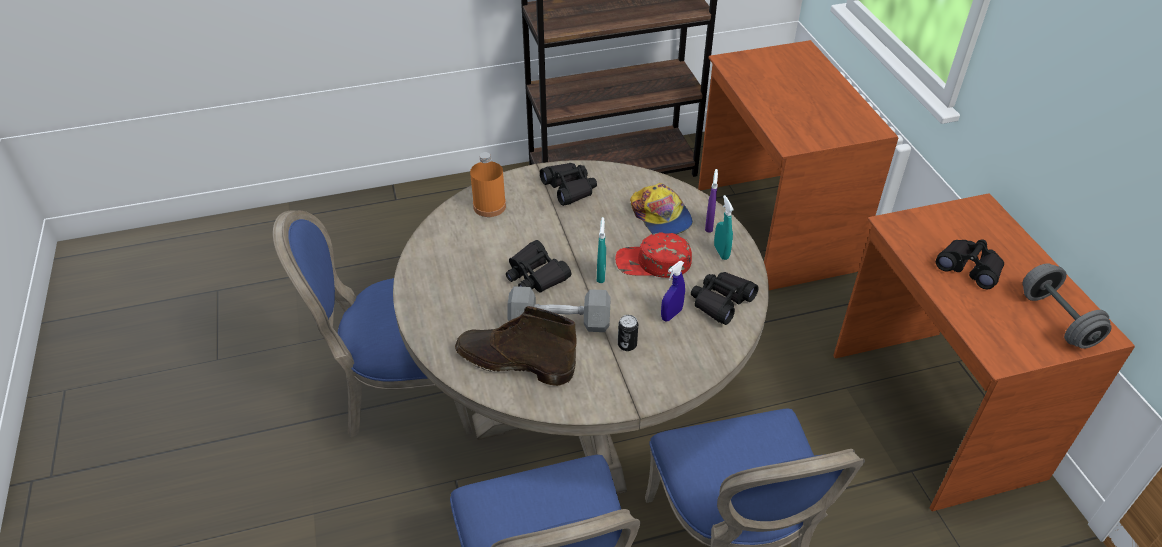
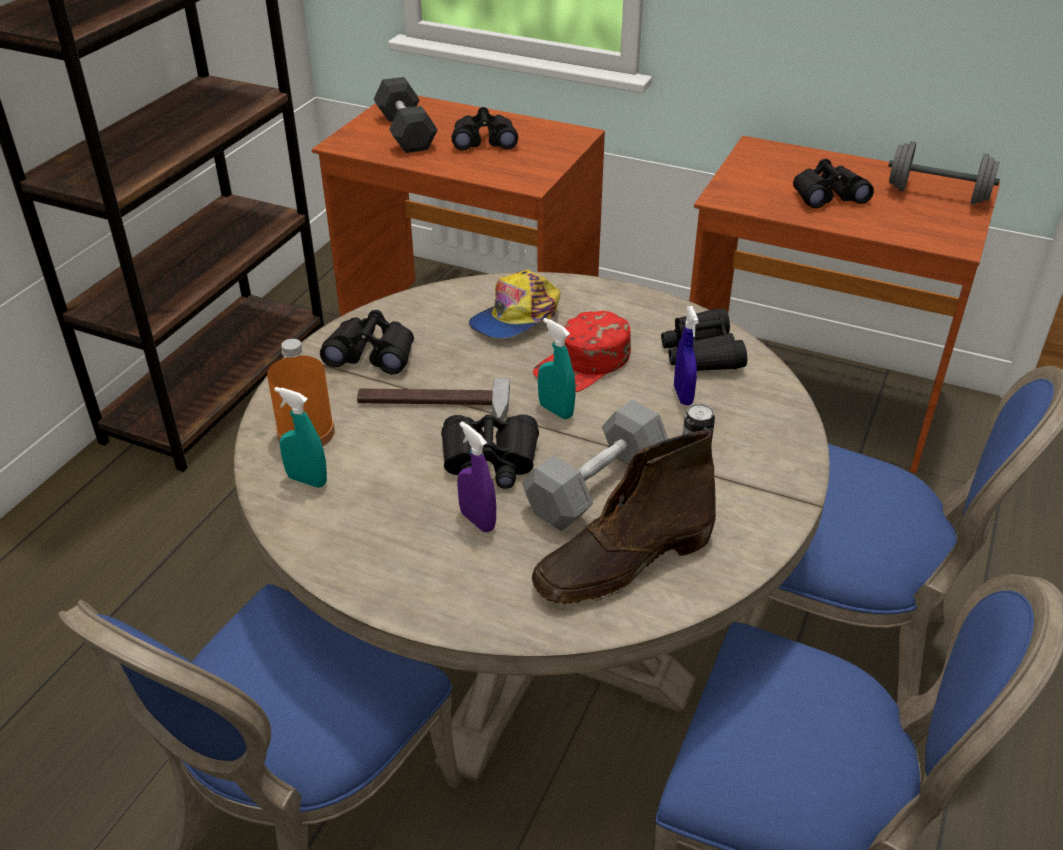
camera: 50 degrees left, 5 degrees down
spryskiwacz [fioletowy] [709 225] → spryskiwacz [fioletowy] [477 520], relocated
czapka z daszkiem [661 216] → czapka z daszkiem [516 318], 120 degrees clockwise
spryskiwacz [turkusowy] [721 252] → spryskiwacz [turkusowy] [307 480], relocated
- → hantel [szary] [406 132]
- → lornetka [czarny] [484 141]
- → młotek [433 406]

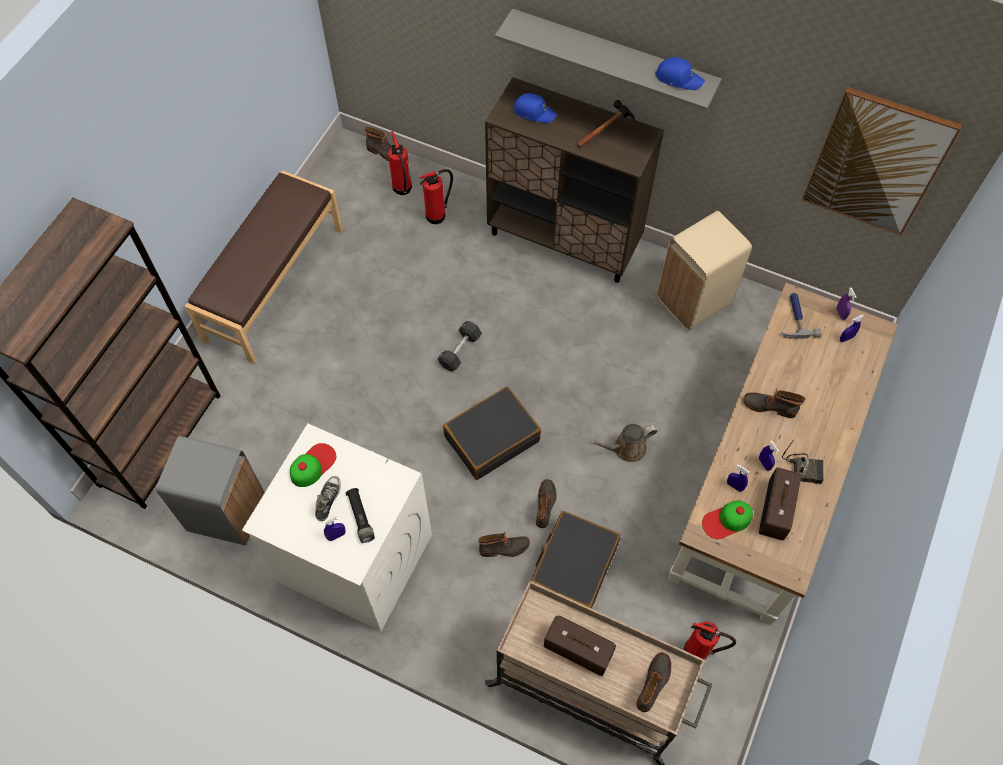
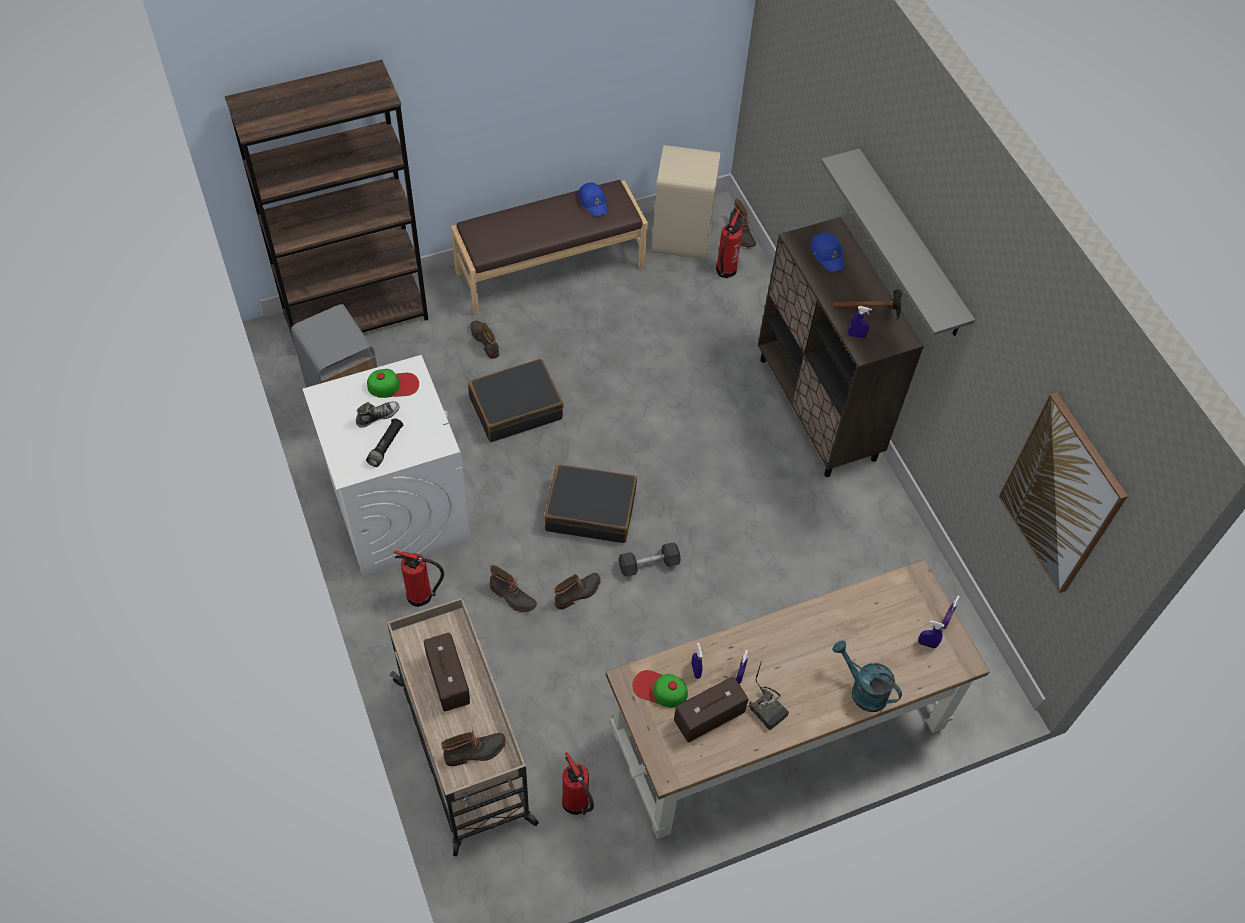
camera: 40 degrees right, 5 degrees down
czapka z daszkiem [niebieski] [678 78] → czapka z daszkiem [niebieski] [593 202], relocated
gaśnica [437 215] → gaśnica [422 596], relocated
kosz na śmieci [beżowy] [692 300] → kosz na śmieci [beżowy] [681 238], relocated
młotek [795 318] → -
hantel [czarny] [460 351] → hantel [czarny] [649 564], relocated
but z cholewką [769 406] → but z cholewką [485 341], relocated
konewka [brązowy] [626 449] → -
walizka [czarny] [573 567] → walizka [czarny] [516 408], relocated
spryskiwacz [niebieski] [336 535] → spryskiwacz [niebieski] [856 335], relocated
- → konewka [turkusowy] [863 690]

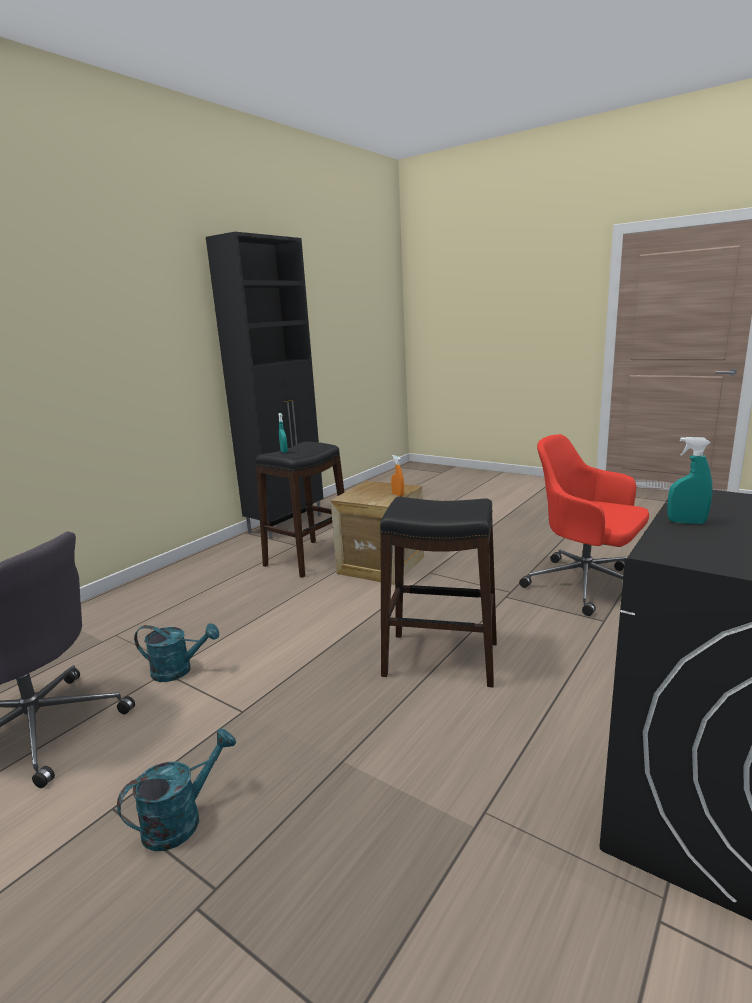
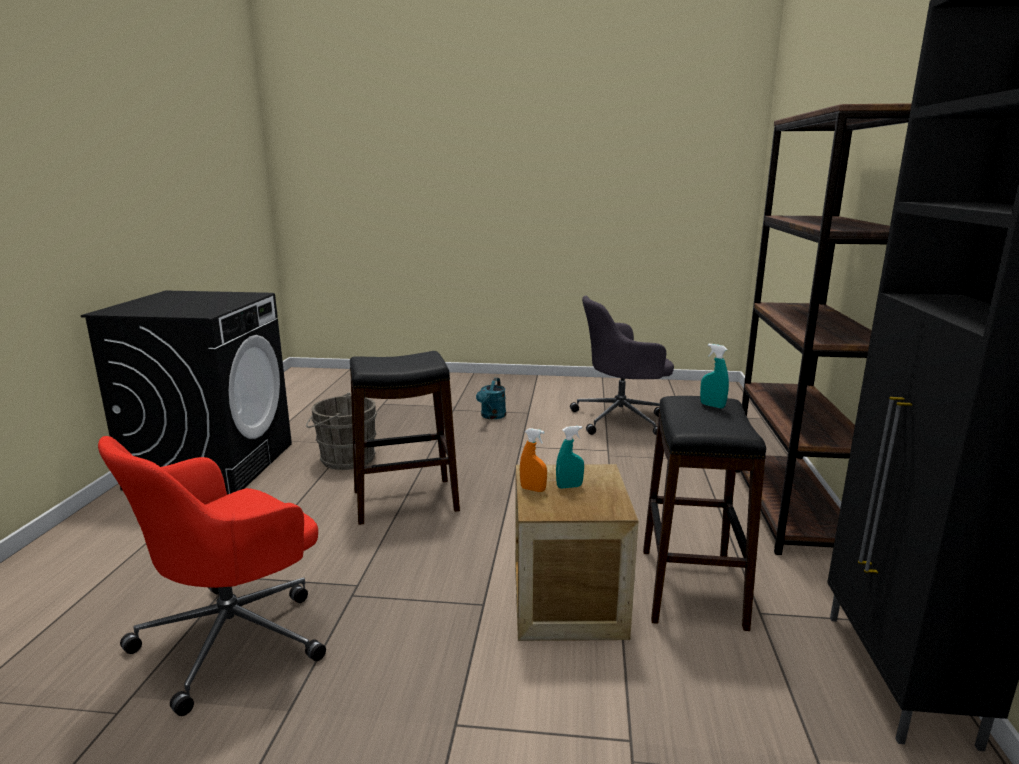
camera: 150 degrees right, 0 degrees up
krzesło biurowe [czerwony] [585 585] → krzesło biurowe [czerwony] [236 637], 120 degrees clockwise
spryskiwacz [turkusowy] [686 522] → spryskiwacz [turkusowy] [569 486], relocated
konewka [turkusowy] [179 670] → -
- → regał [brązowy] [788 509]
- → wiadro [szary] [344 459]

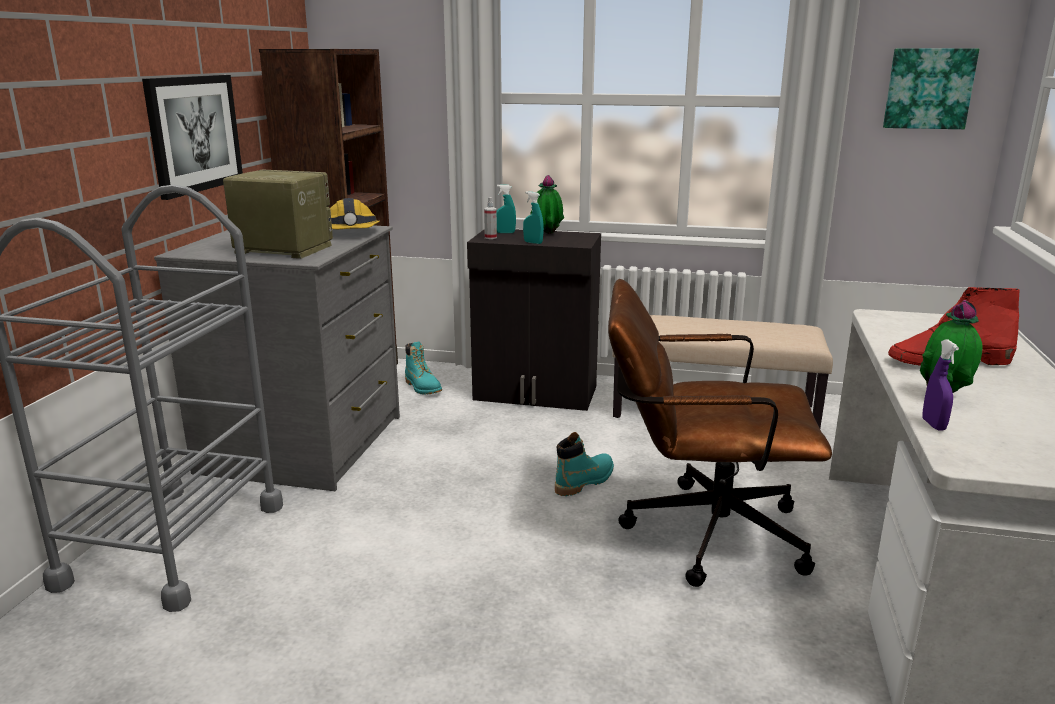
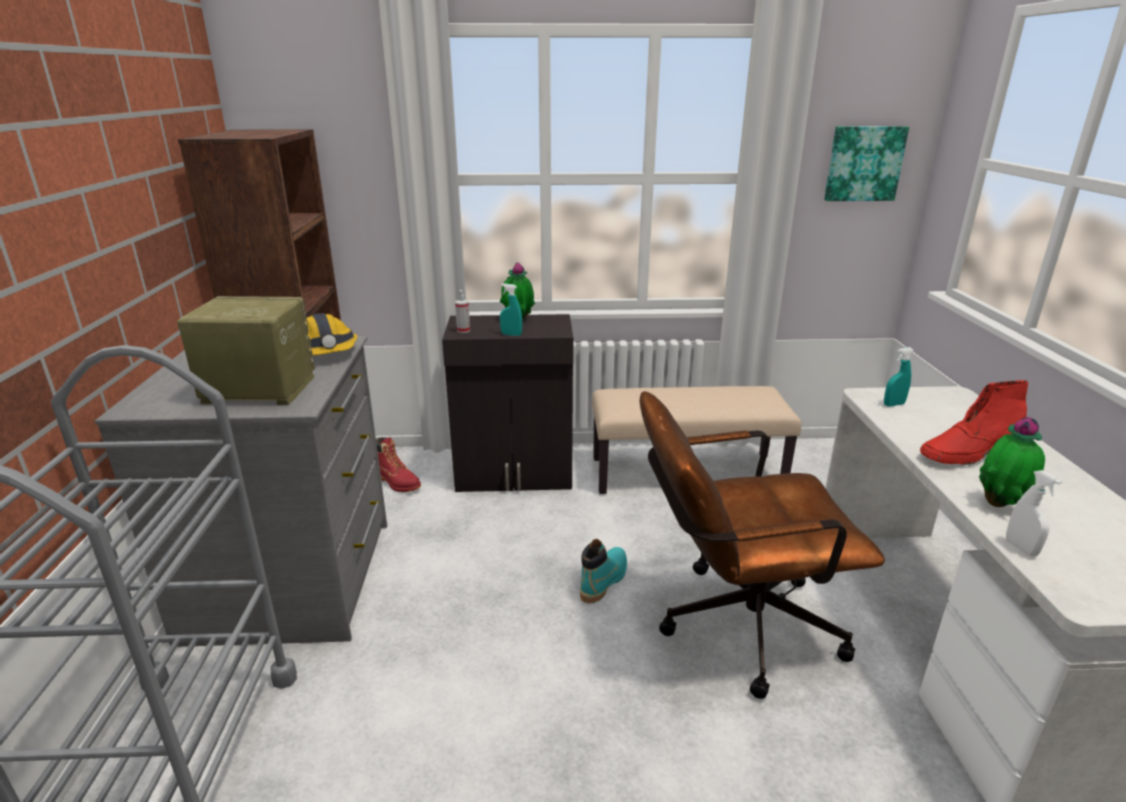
camera: 15 degrees left, 5 degrees up
obraz [194 134] → -
spryskiwacz [turkusowy] [505 232] → spryskiwacz [turkusowy] [893 404], relocated
spryskiwacz [fioletowy] [933 425] → spryskiwacz [biały] [1020 548]
but z cholewką [turkusowy] [423 387] → but z cholewką [czerwony] [398 482]

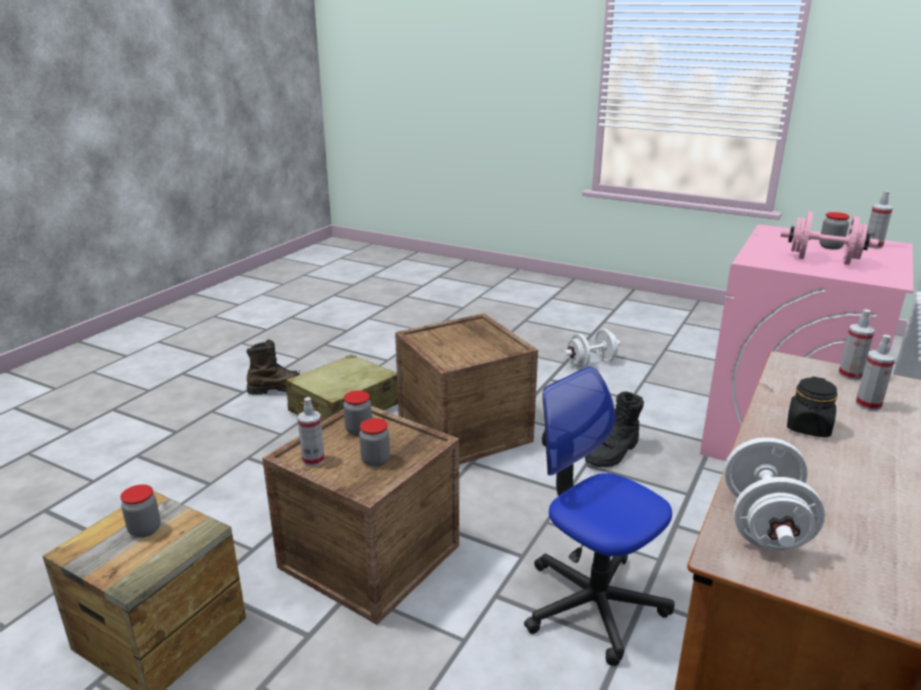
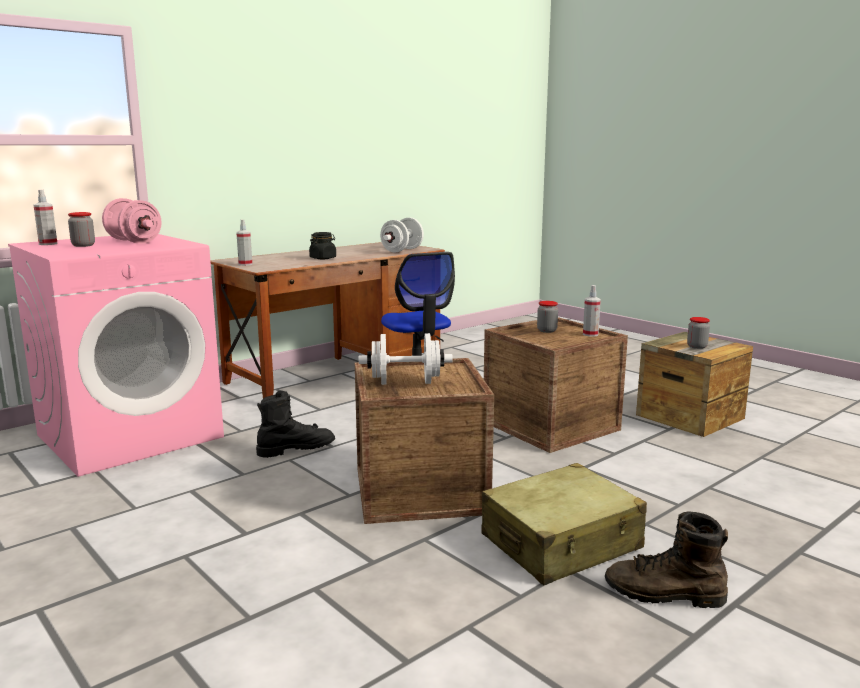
camera: 160 degrees left, 10 degrees down
hantel [biały] [591 362] → hantel [biały] [405 382], relocated
spryskiwacz [868 405] → -
słoik [359 430] → -

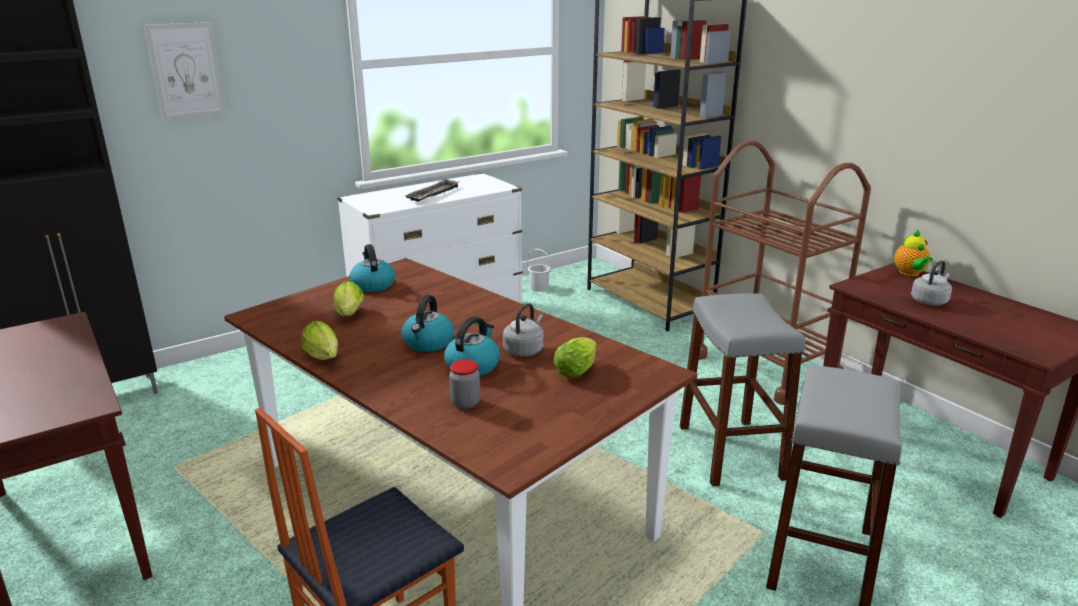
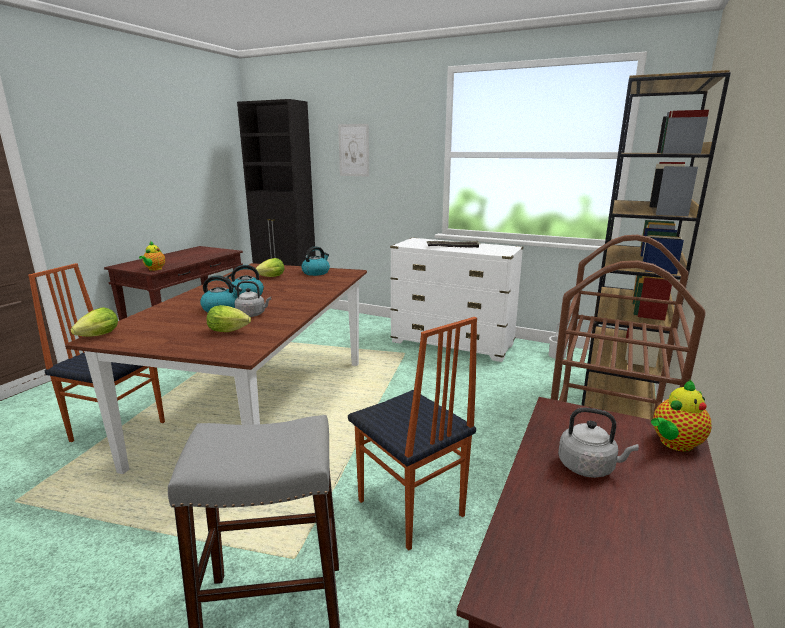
camera: 60 degrees right, 5 degrees down
stołek [szary] [731 452] → krzesło [409 509]
sałata [324 358] → sałata [96 337], relocated
słoik [465 403] → -
- → imbryk [154 269]

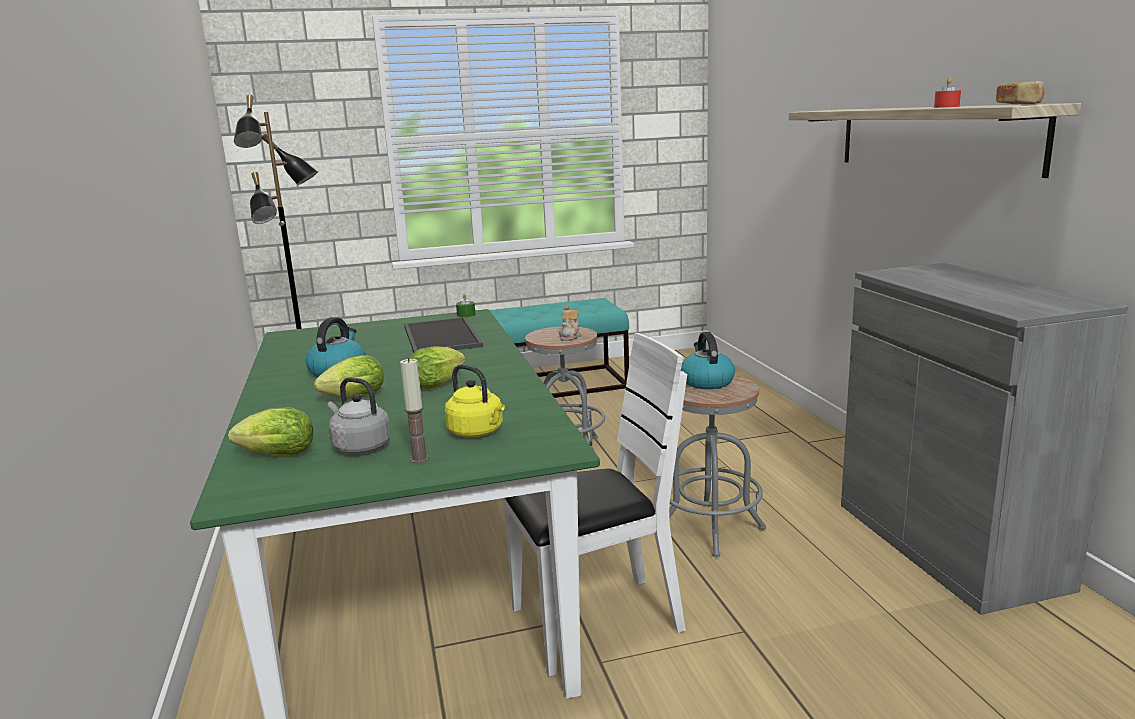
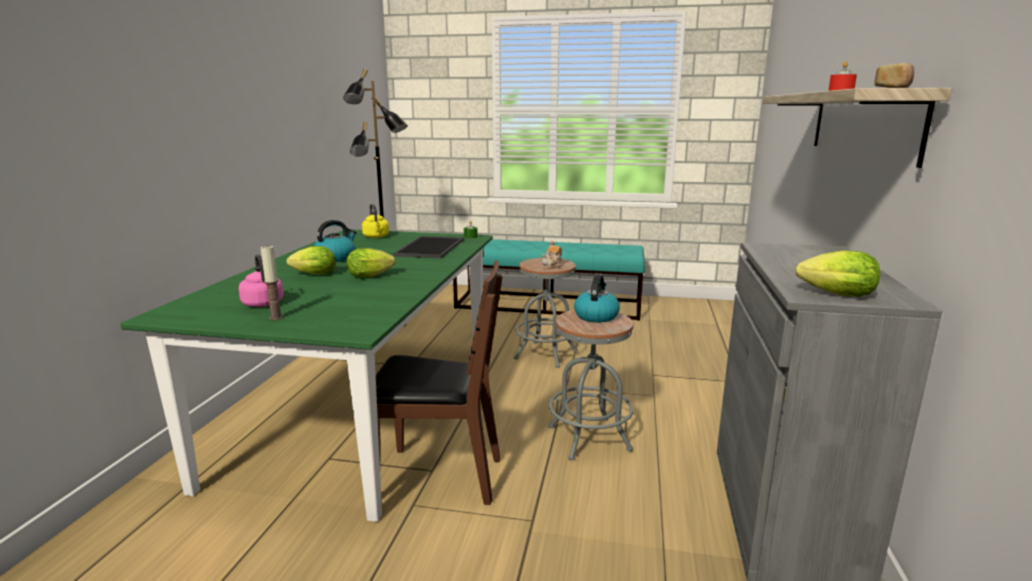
camera: 25 degrees right, 0 degrees up
krzesło [biały] [595 622] → krzesło [brązowy] [438 477]
czajnik [żółty] [478 432] → czajnik [żółty] [376 237], relocated
czajnik [szary] [360 446] → czajnik [różowy] [262 303]
sałata [274 455] → sałata [832 295], relocated

